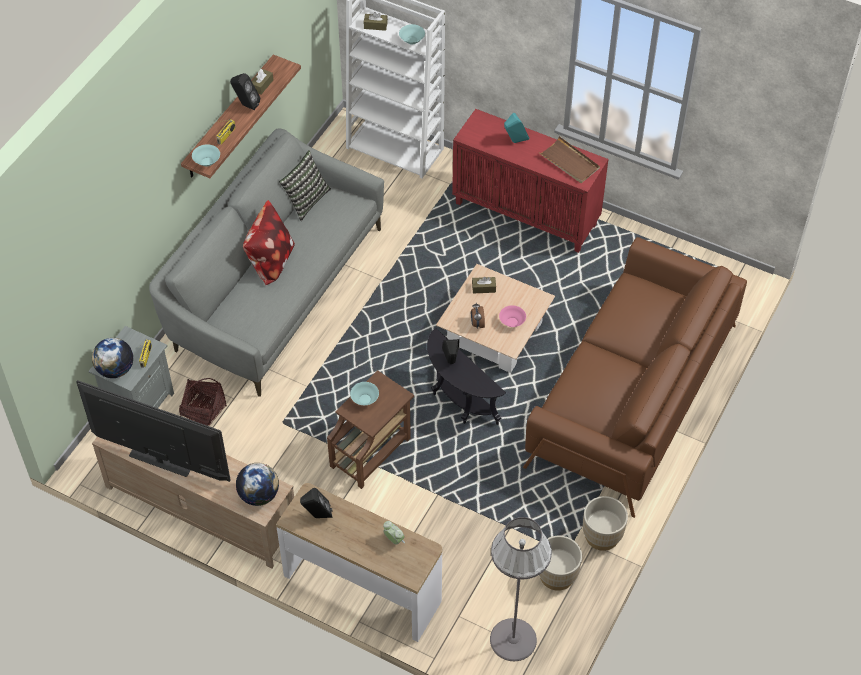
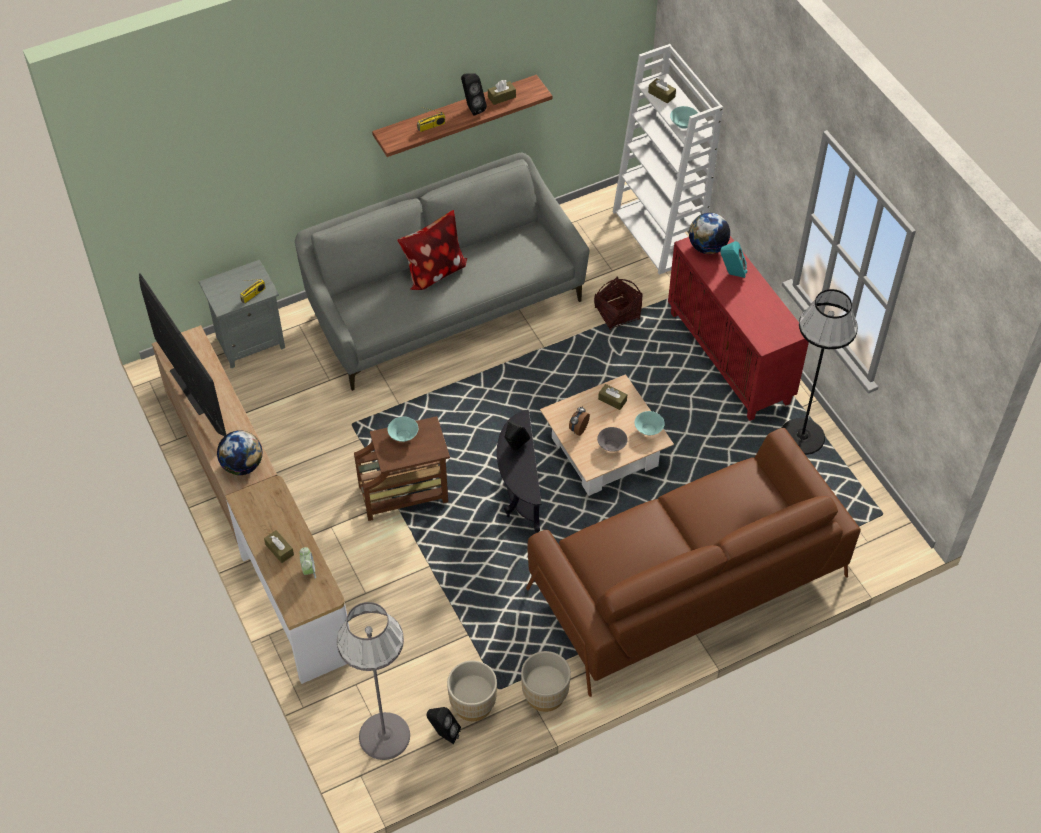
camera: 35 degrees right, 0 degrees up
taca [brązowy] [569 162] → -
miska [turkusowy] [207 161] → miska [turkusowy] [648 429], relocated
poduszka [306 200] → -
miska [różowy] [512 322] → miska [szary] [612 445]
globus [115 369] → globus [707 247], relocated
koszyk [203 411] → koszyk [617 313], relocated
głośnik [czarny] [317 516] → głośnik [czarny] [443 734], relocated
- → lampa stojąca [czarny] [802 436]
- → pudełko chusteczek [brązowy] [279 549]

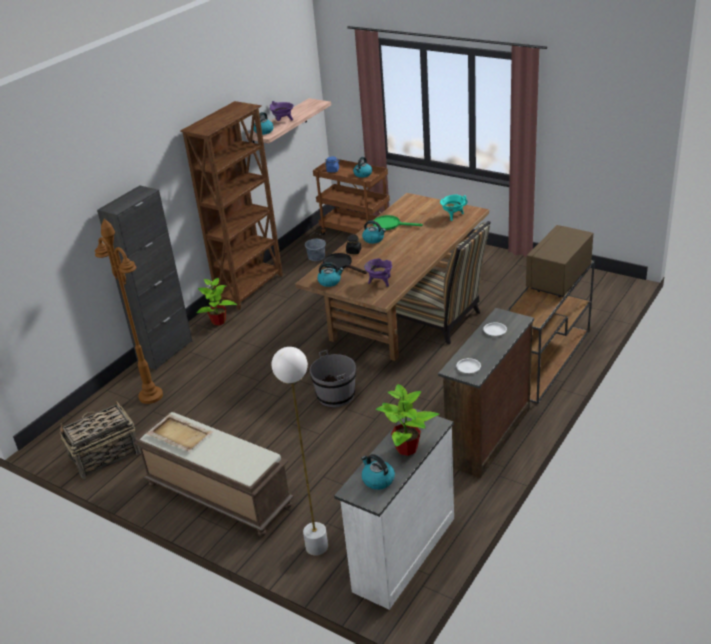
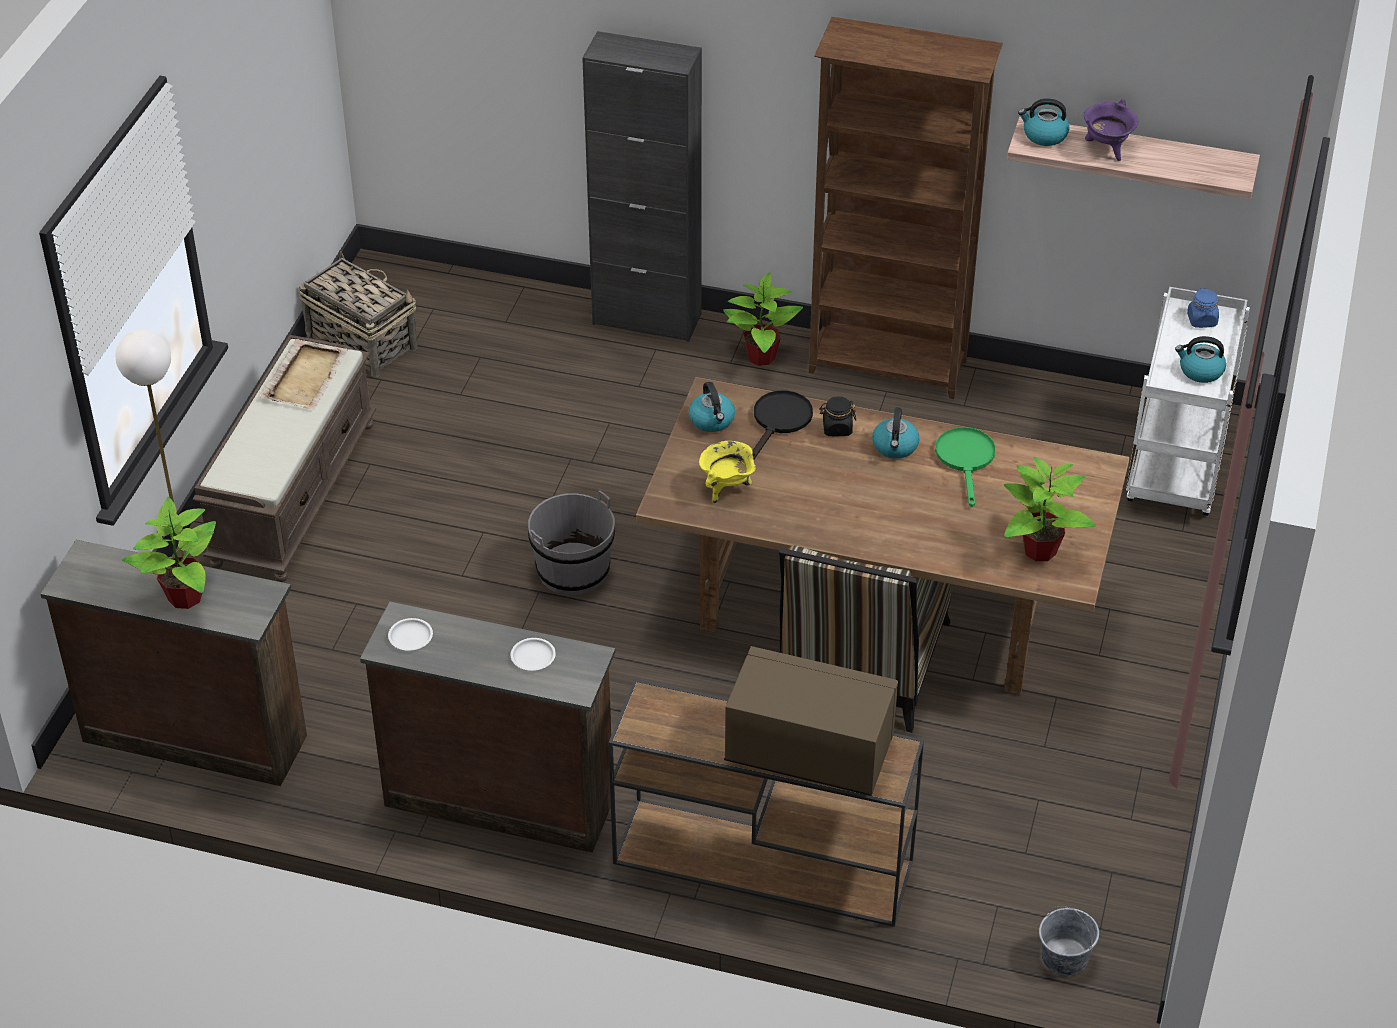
camera: 70 degrees right, 10 degrees up
wózek [brązowy] [356 233] → wózek [biały] [1177 469]
garnek [turkusowy] [453 216] → roślina doniczkowa [1038 550]
lampa stojąca [brązowy] [150 396] → -
wiadro [szary] [316 257] → wiadro [szary] [1064 956], relocated
garnek [fioletowy] [380 282] → garnek [żółty] [727 488]
komoda [biały] [402 553] → komoda [brązowy] [195 735]
czajnik [377 480] → -

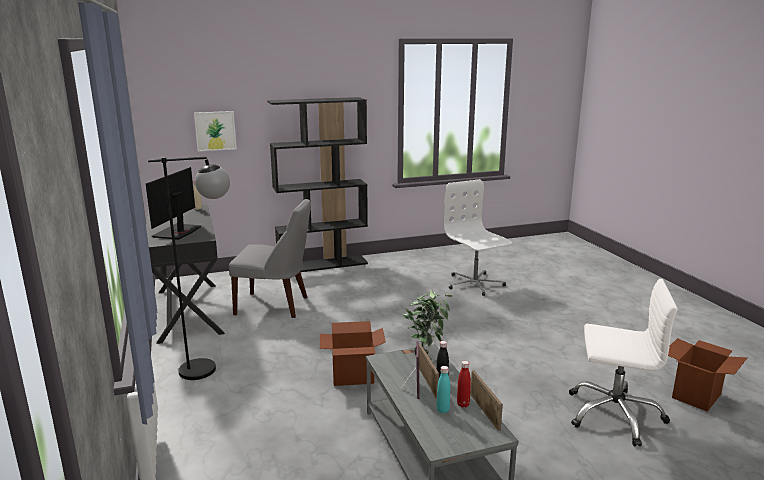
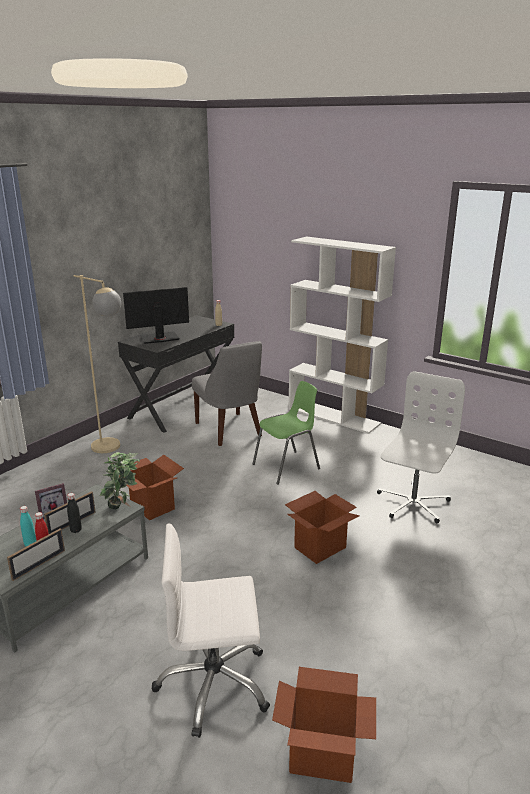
camera: 55 degrees right, 5 degrees up
regał [czarny] [323 264] → regał [biały] [334 416]
obraz [215 131] → -
lampa stojąca [czarny] [211 368] → lampa stojąca [beżowy] [113 449]
krzesło biurowe [biały] [614 414] → krzesło biurowe [biały] [214 684], 105 degrees clockwise
- → krzesło [zielony] [287 467]
- → karton [320 547]

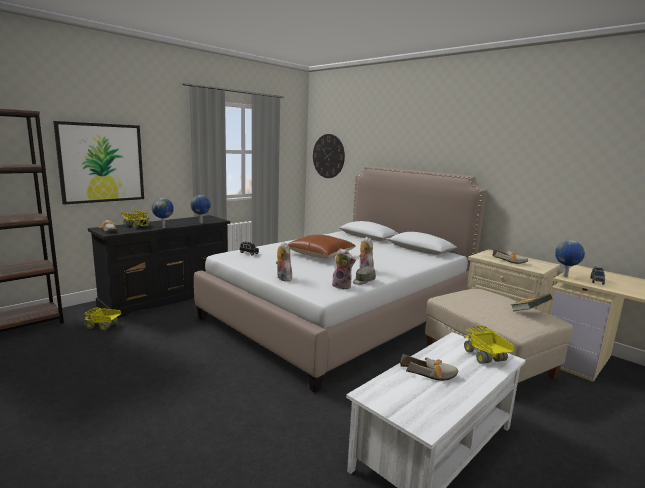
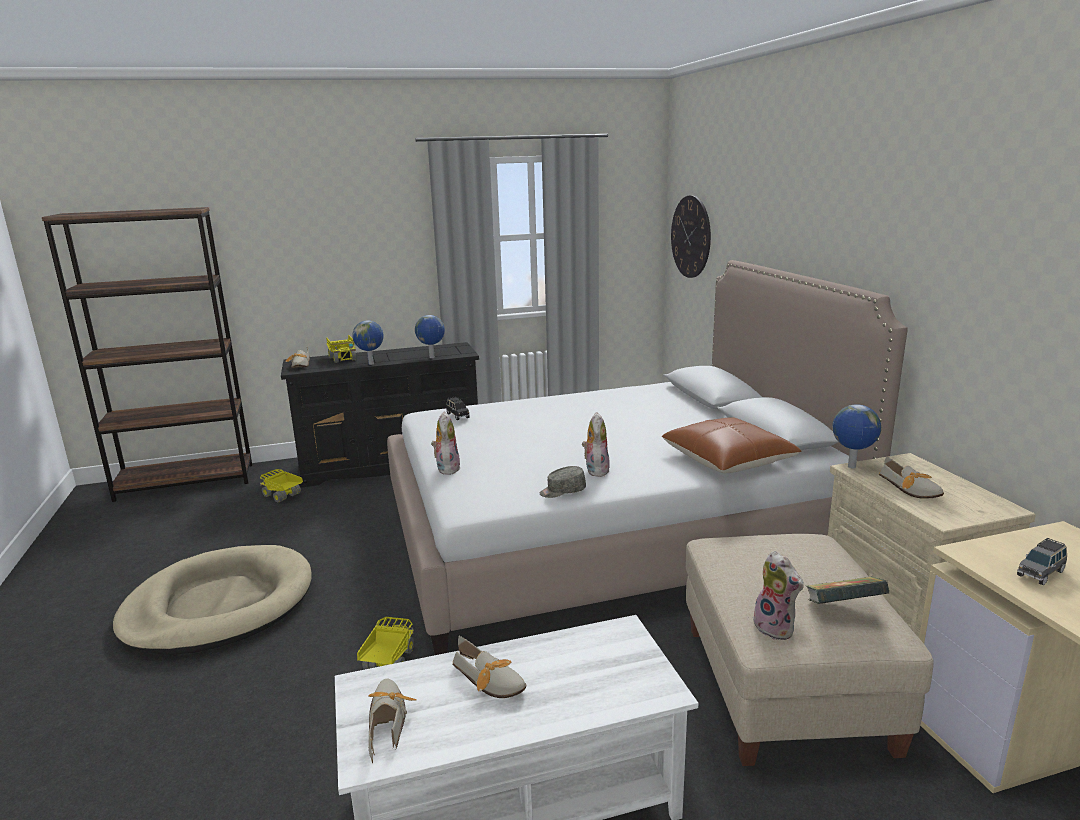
camera: 30 degrees right, 5 degrees up
obraz [101 163] → -
poduszka [brązowy] [320 254] → poduszka [brązowy] [728 459], relocated
globus [565 276] → globus [851 467], relocated
pluszak [342 286] → pluszak [776 628], relocated
ciężarówka zabawkowa [485 357] → ciężarówka zabawkowa [388 662], relocated
- → legowisko [beżowy] [219 606]
- → but [387 721]

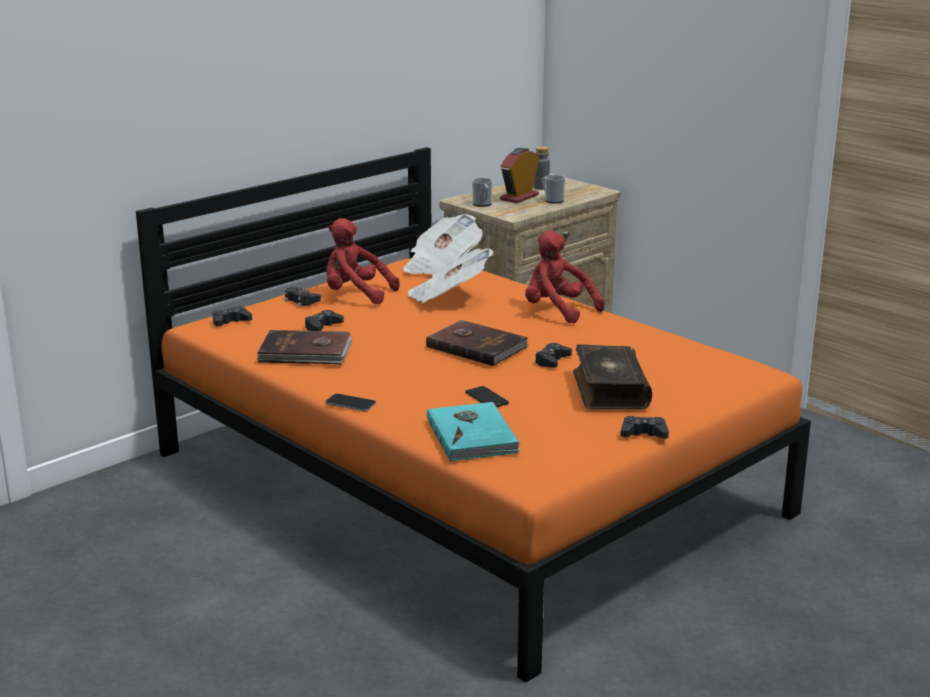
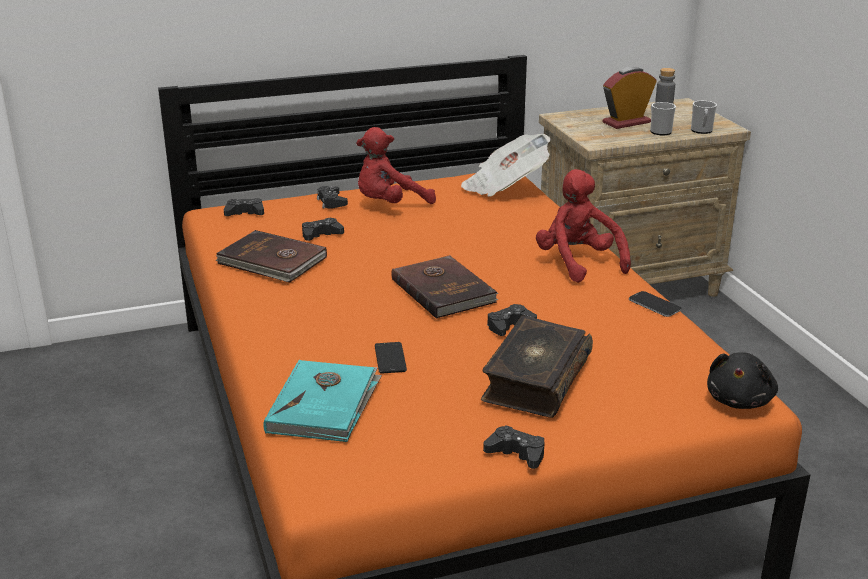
camera: 25 degrees right, 5 degrees up
kubek [482 204] → kubek [701 131], relocated
pluszak [czerwony] [356 295] → pluszak [czerwony] [390 205], 75 degrees counterclockwise
gazeta [449 297] → -
telefon [350 403] → telefon [654 305], relocated
- → pluszak [czarny] [739 400]

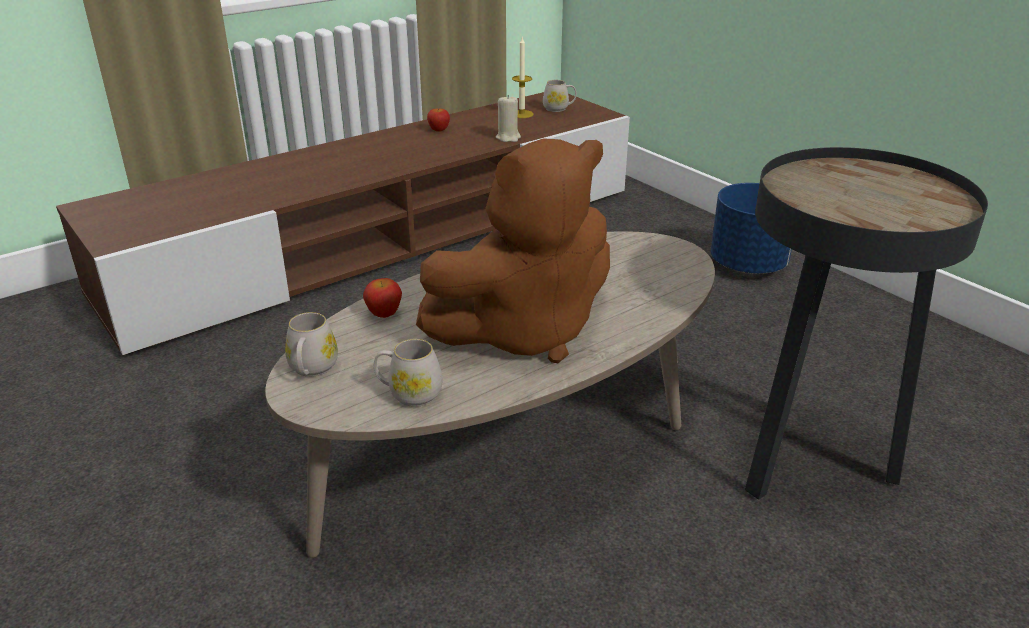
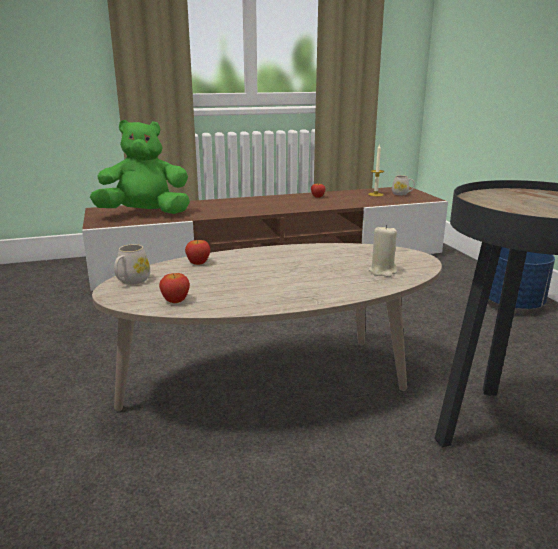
camera: 20 degrees right, 10 degrees down
świeca [beżowy] [508 138] → świeca [beżowy] [383 271], relocated
pluszak [brązowy] [524 332] → -
kubek [biały] [409 394] → jabłko [175 300]
- → pluszak [zielony] [145 214]

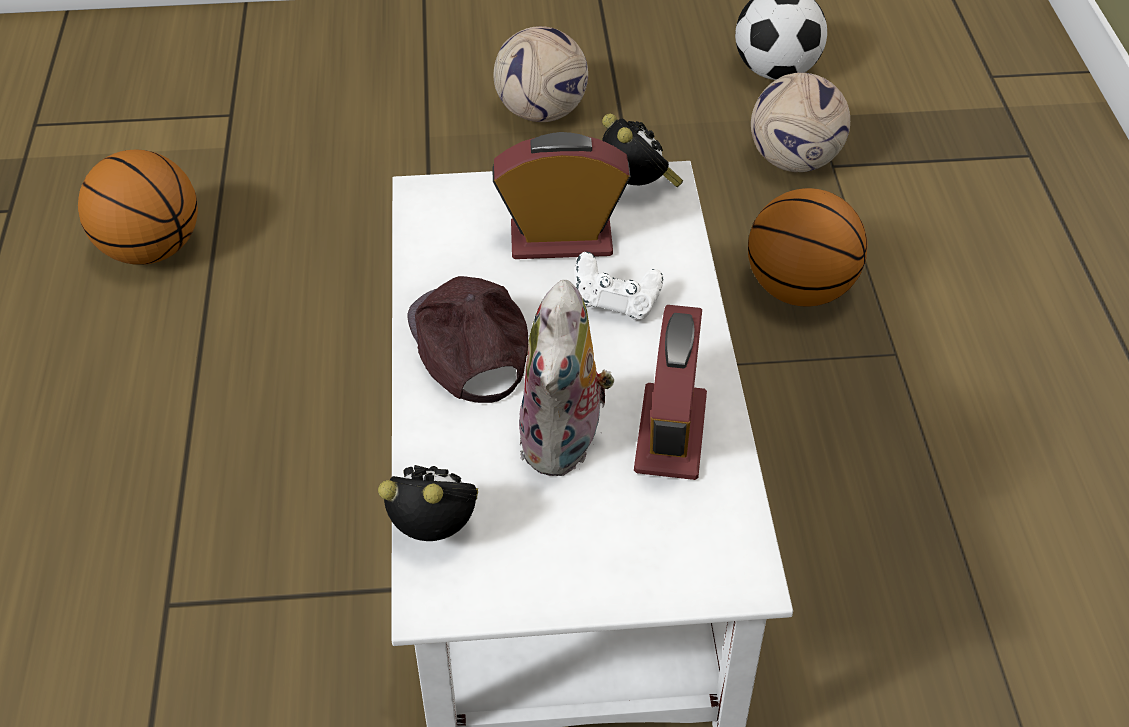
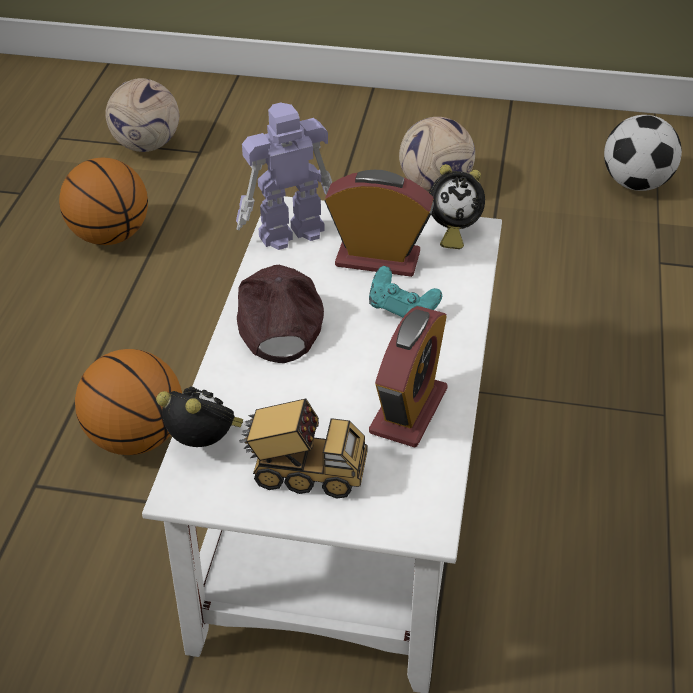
camera: 15 degrees right, 5 degrees down
piłka futbolowa [793 161] → piłka futbolowa [145 146], relocated
budzik [637 188] → budzik [451 232], 90 degrees clockwise
piłka do koszykówki [799 289] → piłka do koszykówki [136 437], relocated
pad do gier [biały] [616 303] → pad do gier [turkusowy] [402 311]
pluszak [565 443] → -
- → robot zabawkowy [288 232]
- → ciężarówka zabawkowa [304 474]

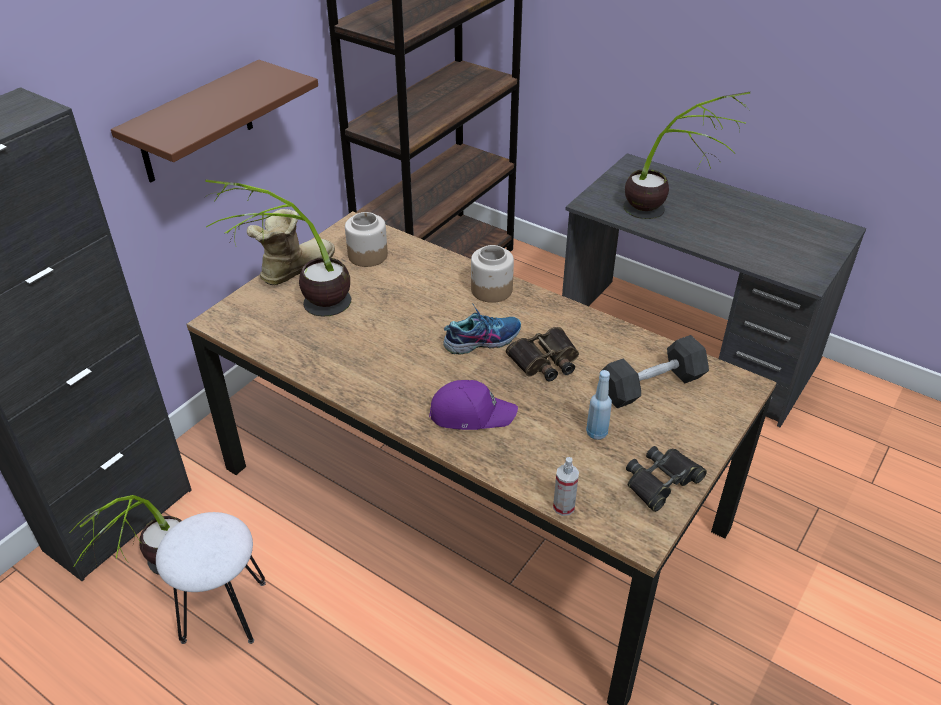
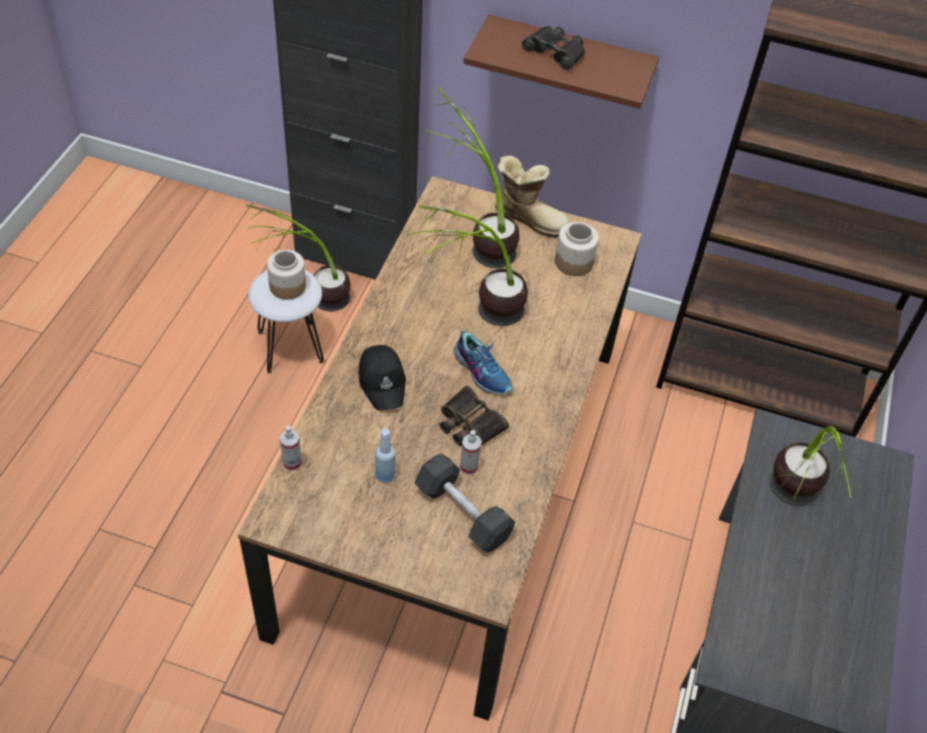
camera: 70 degrees right, 10 degrees up
słoik [491 290] → słoik [287 286], relocated
czapka z daszkiem [fioletowy] [471 413] → czapka z daszkiem [czarny] [383 381]
lornetka [czarny] [661 481] → lornetka [czarny] [555 52], relocated
- → roślina doniczkowa [473 313]
- → spryskiwacz [469 466]

